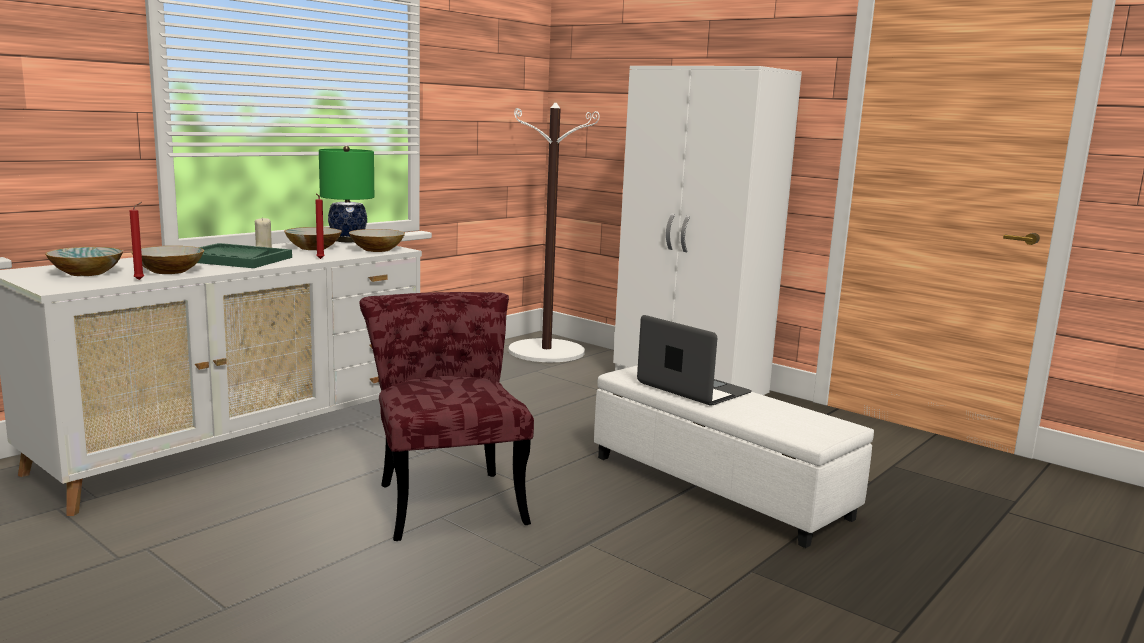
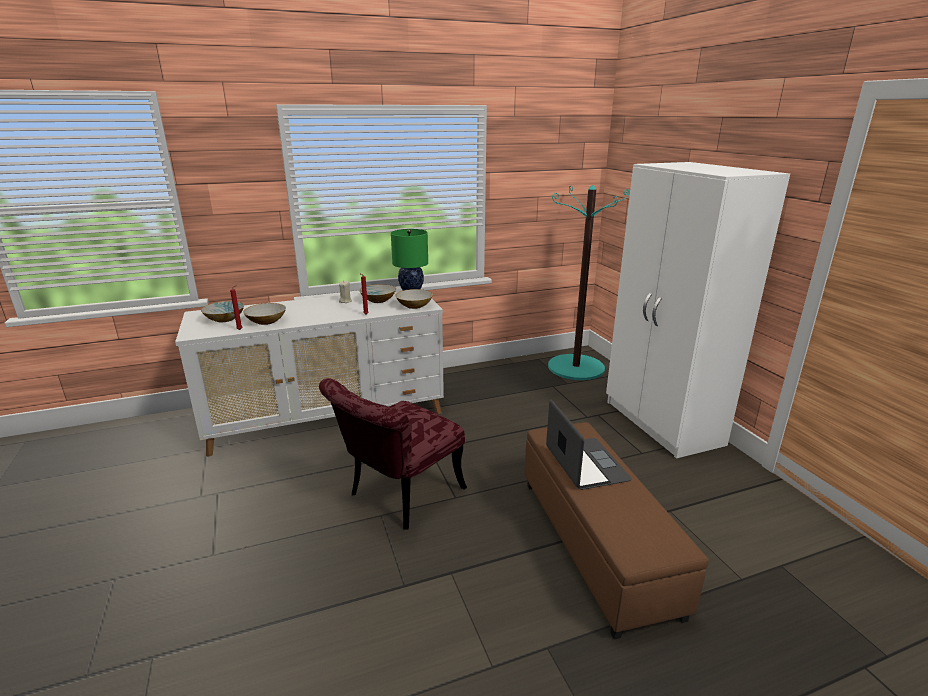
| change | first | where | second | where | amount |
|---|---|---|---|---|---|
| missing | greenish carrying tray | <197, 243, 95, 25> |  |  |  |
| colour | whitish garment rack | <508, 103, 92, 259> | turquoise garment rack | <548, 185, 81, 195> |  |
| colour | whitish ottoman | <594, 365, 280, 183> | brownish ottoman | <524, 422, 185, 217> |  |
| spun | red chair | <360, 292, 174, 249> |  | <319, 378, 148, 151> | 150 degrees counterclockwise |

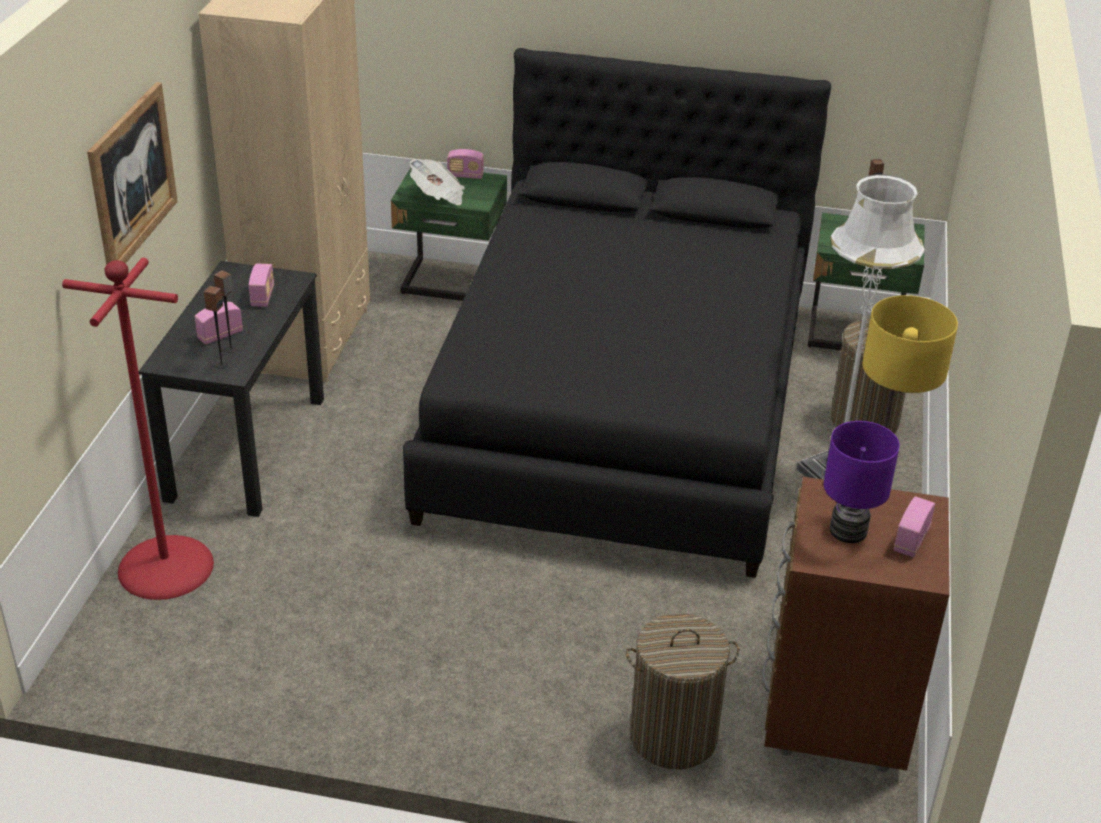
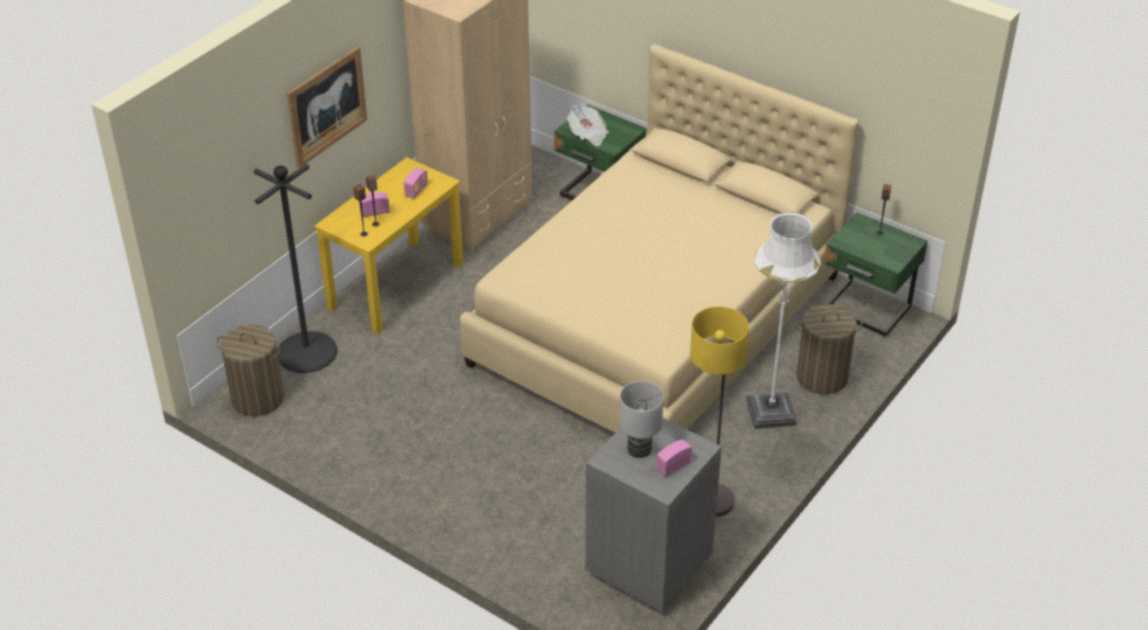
| change | first | where | second | where | amount |
|---|---|---|---|---|---|
| missing | radio | <447, 149, 37, 30> |  |  |  |
| relocated | washing basket | <626, 613, 114, 156> |  | <216, 325, 68, 92> |  |
| colour | red garment rack | <62, 258, 152, 342> | black garment rack | <254, 164, 84, 209> |  |
| colour | black desk table | <139, 261, 185, 256> | yellow-coloured desk table | <314, 157, 149, 178> |  |
| colour | black sleeping bed | <403, 48, 428, 530> | beige sleeping bed | <460, 44, 399, 389> |  |
| colour | brownish dresser | <762, 477, 188, 295> | gray dresser | <585, 409, 137, 204> |  |
| colour | purple-coloured lamp for a table | <824, 421, 76, 122> | gray lamp for a table | <620, 381, 44, 77> |  |

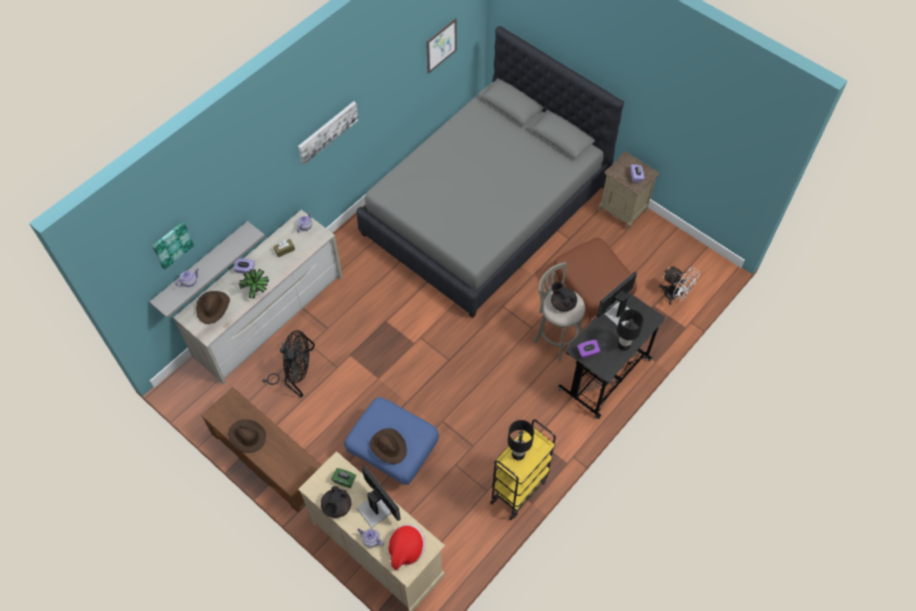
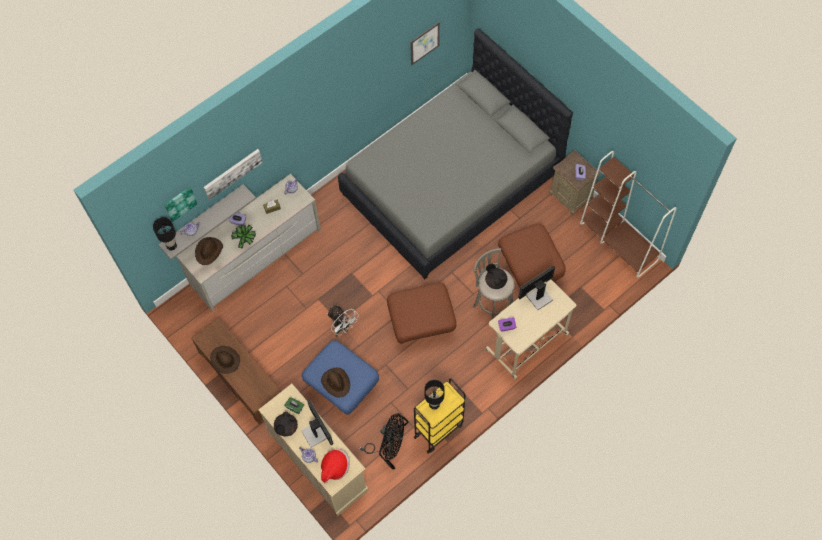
| change | first | where | second | where | amount |
|---|---|---|---|---|---|
| appeared |  |  | brownish ottoman | <387, 283, 69, 61> |  |
| appeared |  |  | brownish garment rack | <580, 151, 97, 127> |  |
| relocated | black fan | <262, 330, 53, 68> |  | <360, 413, 48, 57> |  |
| relocated | picture | <298, 101, 60, 64> |  | <204, 149, 59, 51> |  |
| relocated | black lamp for a table | <617, 309, 27, 42> |  | <153, 217, 24, 33> |  |
| relocated | whitish fan | <659, 266, 41, 39> |  | <327, 305, 32, 32> |  |
| colour | black desk table | <559, 293, 106, 126> | beige desk table | <486, 279, 90, 100> |  |

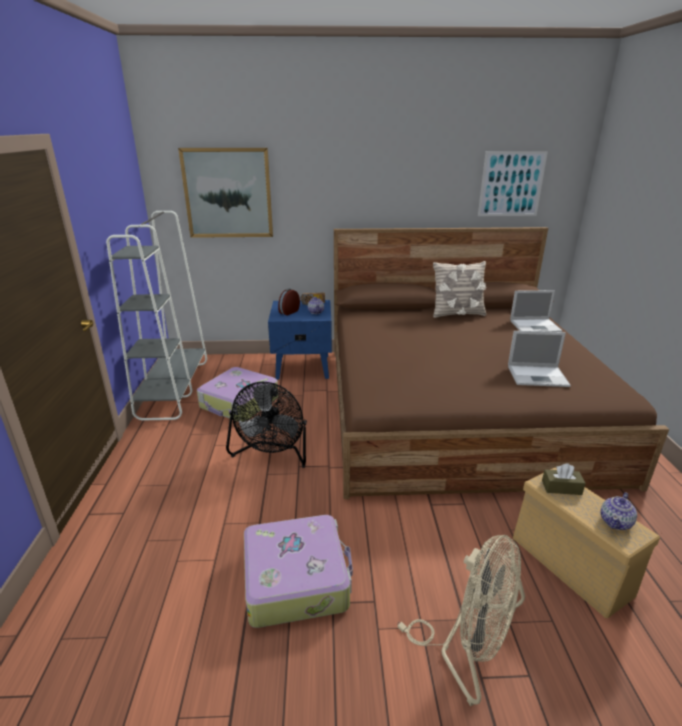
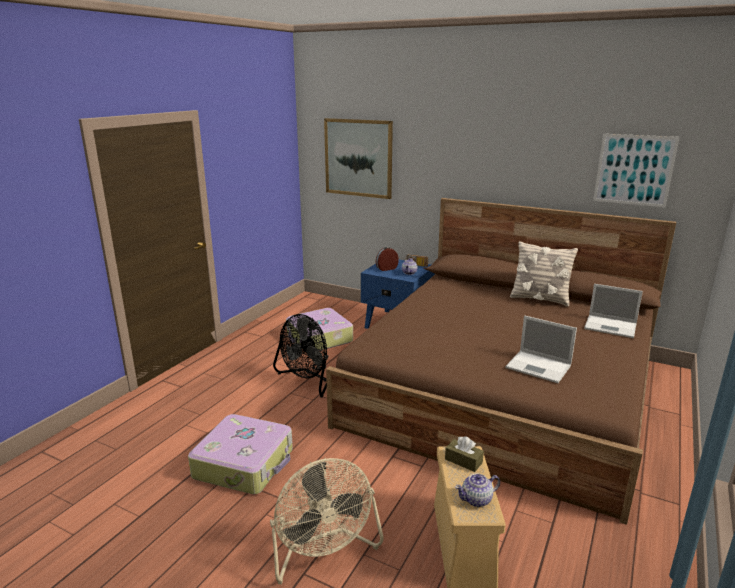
| change | first | where | second | where | amount |
|---|---|---|---|---|---|
| missing | gray garment rack | <106, 211, 101, 209> |  |  |  |

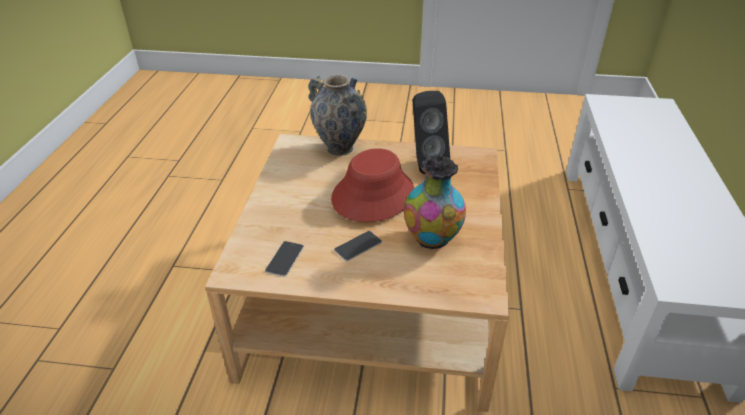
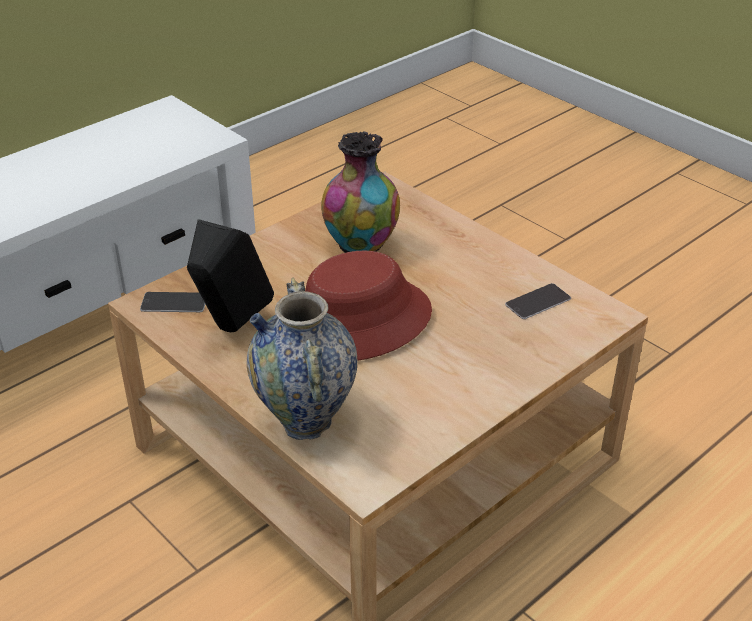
| change | first | where | second | where | amount |
|---|---|---|---|---|---|
| relocated | phone | <334, 231, 48, 30> |  | <140, 292, 65, 20> |  |

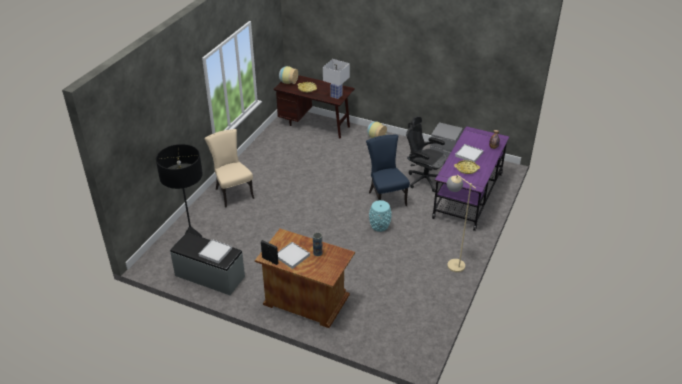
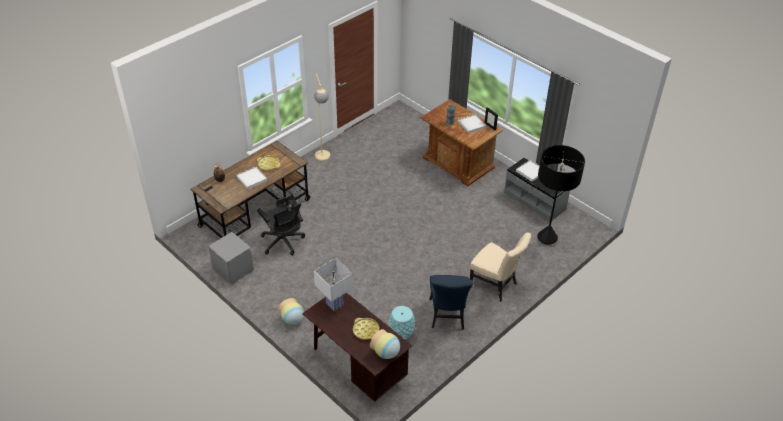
| change | first | where | second | where | amount |
|---|---|---|---|---|---|
| relocated | blue chair | <366, 135, 44, 71> |  | <429, 275, 45, 55> |  |
| relocated | turquoise sitting stool | <369, 200, 23, 32> |  | <389, 306, 26, 34> |  |
| colour | purple-coloured desk table | <432, 126, 77, 105> | brownish desk table | <191, 141, 119, 97> |  |
| spun | beige chair | <205, 129, 49, 79> |  | <470, 233, 61, 69> | 45 degrees counterclockwise |

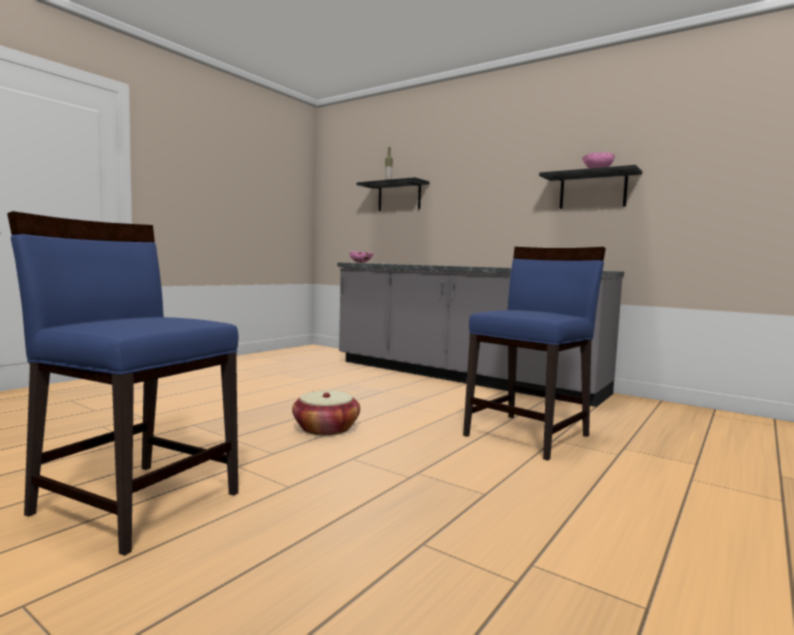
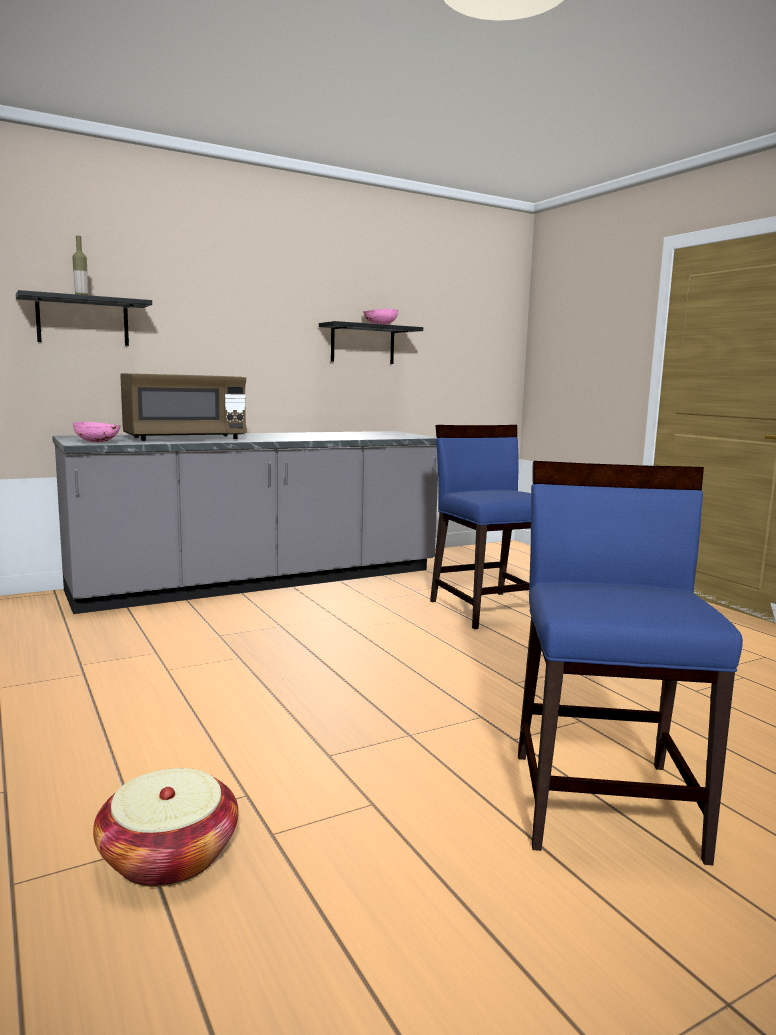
| change | first | where | second | where | amount |
|---|---|---|---|---|---|
| appeared |  |  | brownish microwave | <120, 373, 127, 68> |  |
| relocated | household basket | <292, 390, 68, 46> |  | <93, 768, 145, 119> |  |
| spun | blue chair | <7, 211, 231, 345> |  | <518, 461, 225, 404> | 135 degrees clockwise |

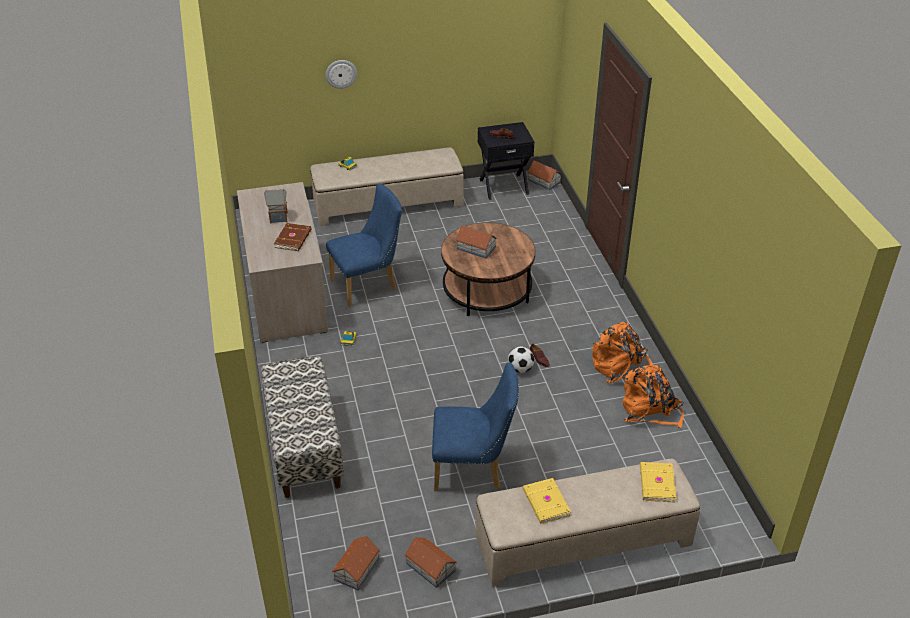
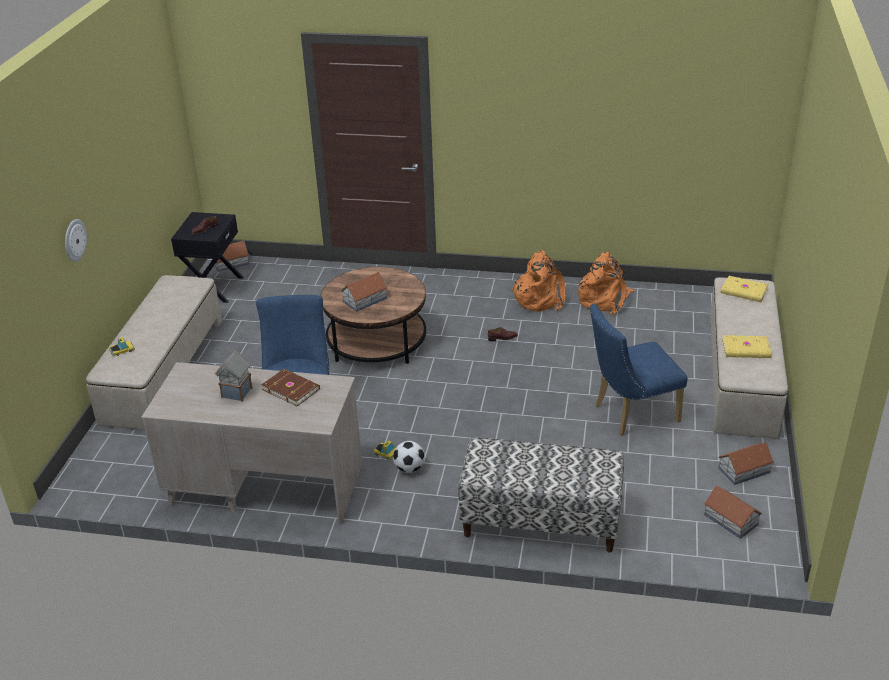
| change | first | where | second | where | amount |
|---|---|---|---|---|---|
| relocated | football | <508, 347, 26, 26> |  | <393, 441, 32, 32> |  |
| spun | blue chair | <432, 362, 87, 129> |  | <590, 303, 98, 133> | 135 degrees counterclockwise |

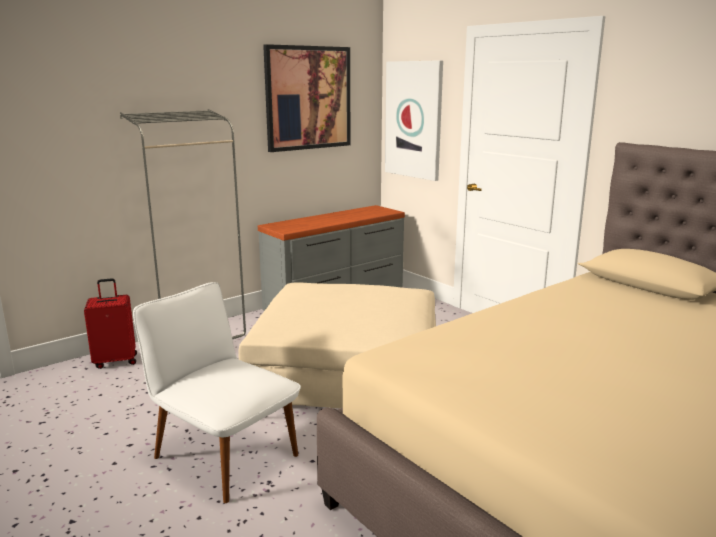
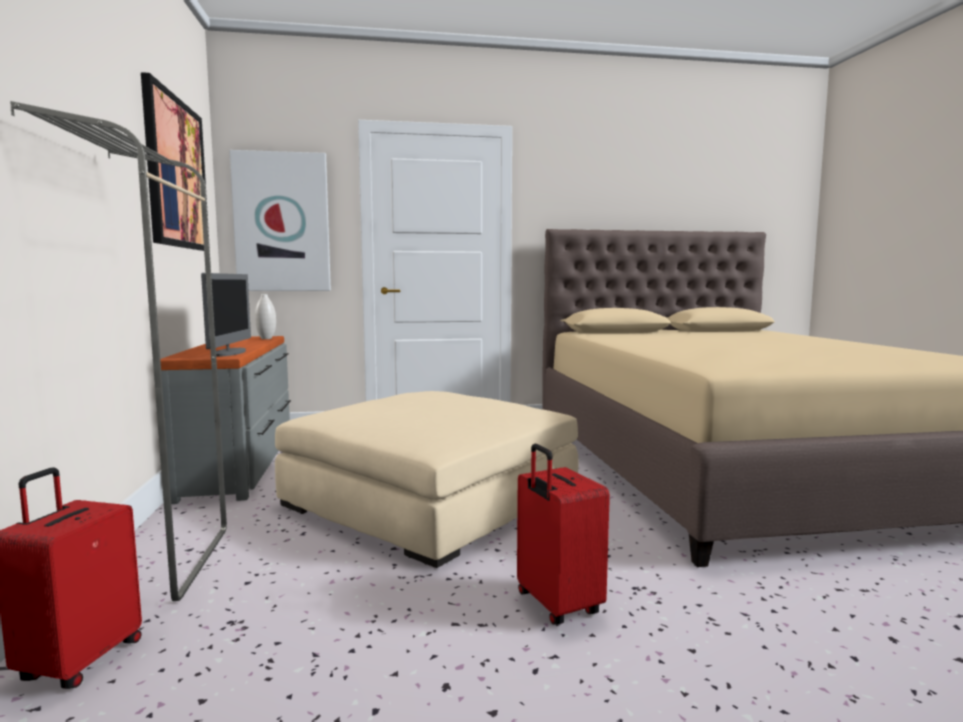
| change | first | where | second | where | amount |
|---|---|---|---|---|---|
| appeared |  |  | monitor | <201, 273, 50, 83> |  |
| appeared |  |  | whitish vase | <255, 294, 21, 45> |  |
| exchanged | whitish chair | <133, 282, 168, 221> | red travel case | <517, 444, 93, 181> |  |

